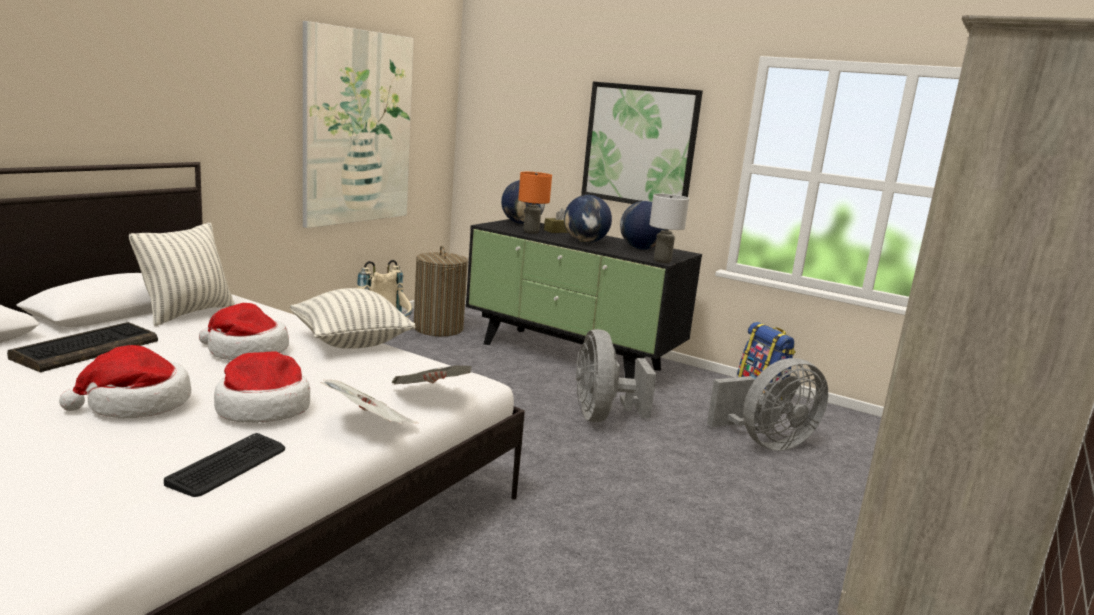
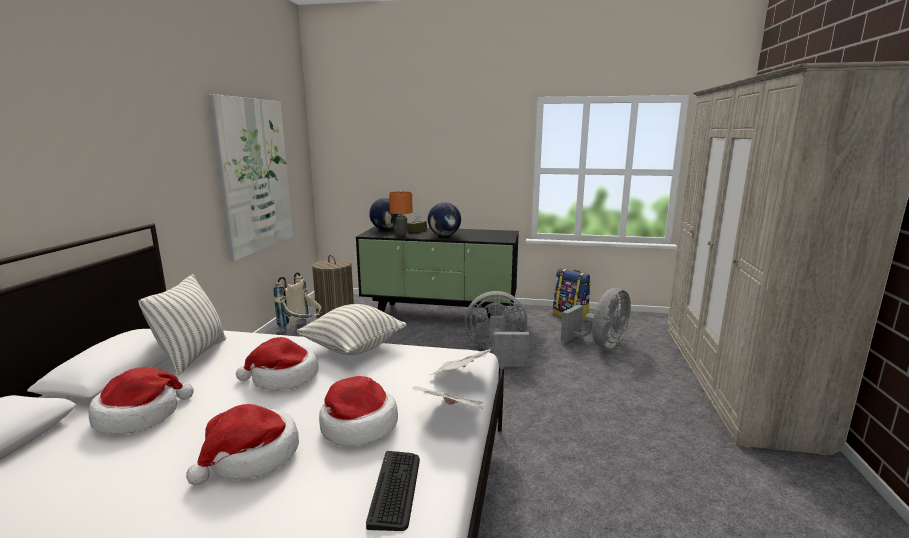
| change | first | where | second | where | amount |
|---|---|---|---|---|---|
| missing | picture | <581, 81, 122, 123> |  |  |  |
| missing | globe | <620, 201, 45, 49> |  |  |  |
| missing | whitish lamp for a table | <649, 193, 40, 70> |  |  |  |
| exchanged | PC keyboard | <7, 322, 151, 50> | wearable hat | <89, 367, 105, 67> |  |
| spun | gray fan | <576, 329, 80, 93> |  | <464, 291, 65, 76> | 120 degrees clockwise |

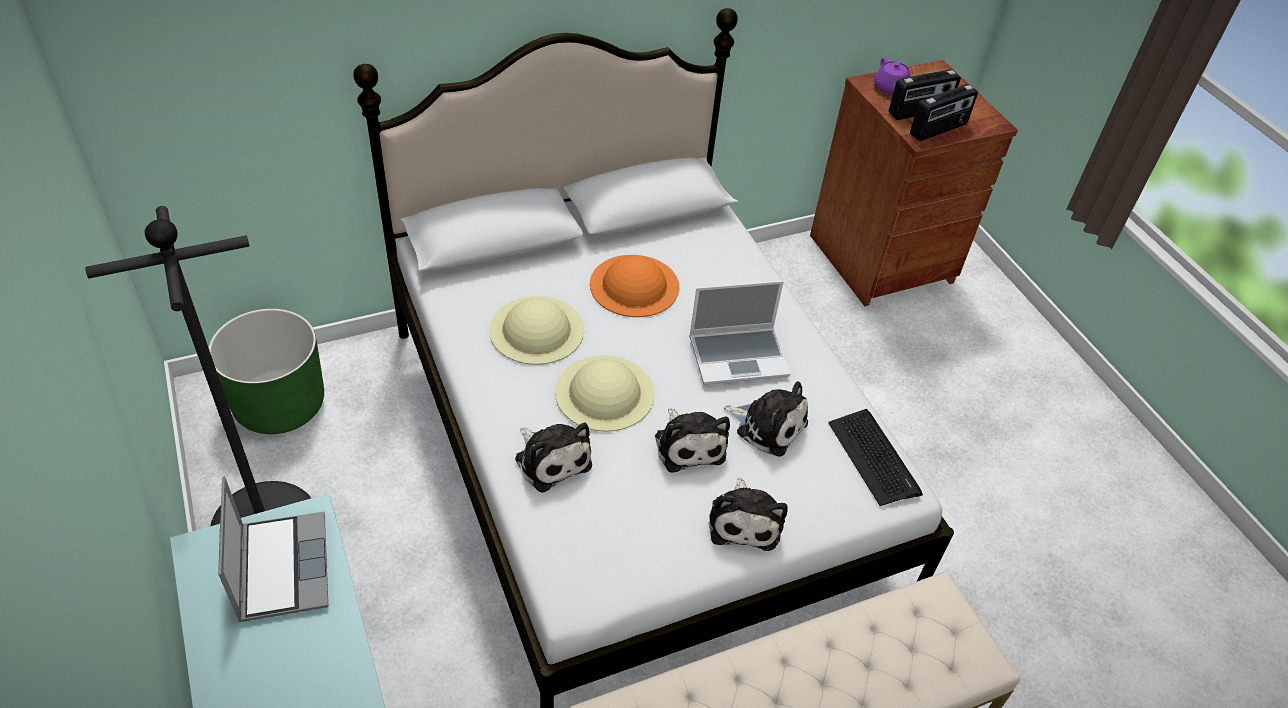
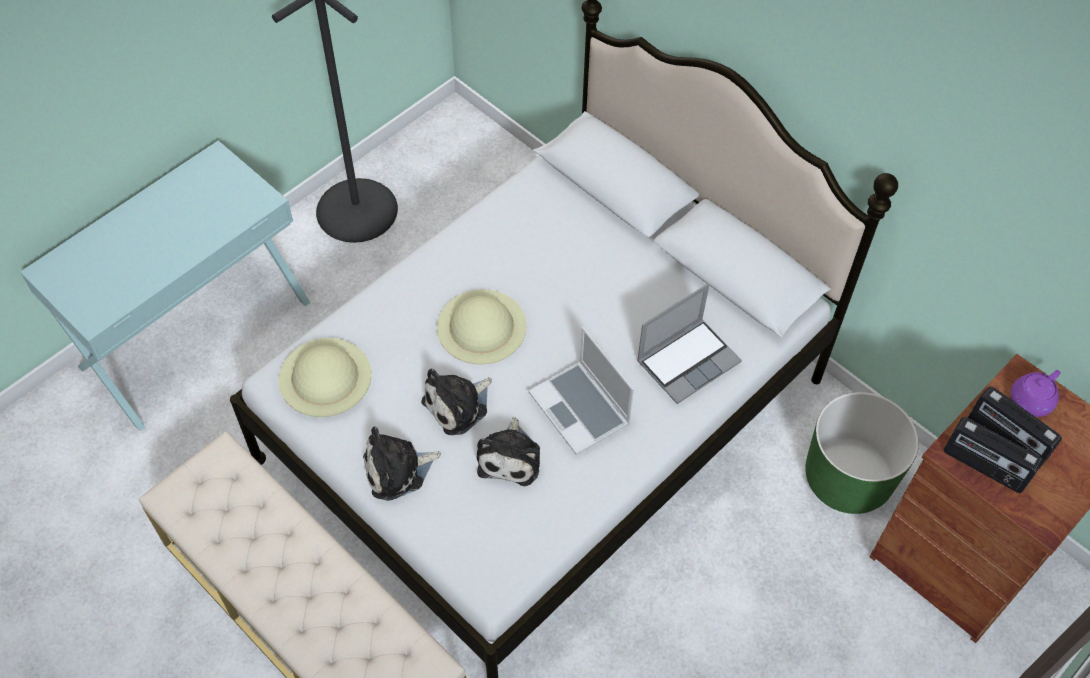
| change | first | where | second | where | amount |
|---|---|---|---|---|---|
| missing | soft toy | <515, 423, 77, 70> |  |  |  |
| missing | orange-coloured wearable hat | <590, 255, 89, 62> |  |  |  |
| missing | PC keyboard | <828, 409, 95, 97> |  |  |  |
| relocated | greenish planter | <209, 309, 115, 125> |  | <805, 392, 114, 122> |  |
| relocated | laptop | <218, 476, 111, 146> |  | <637, 283, 105, 121> |  |
| relocated | beige wearable hat | <489, 296, 95, 69> |  | <279, 338, 92, 79> |  |

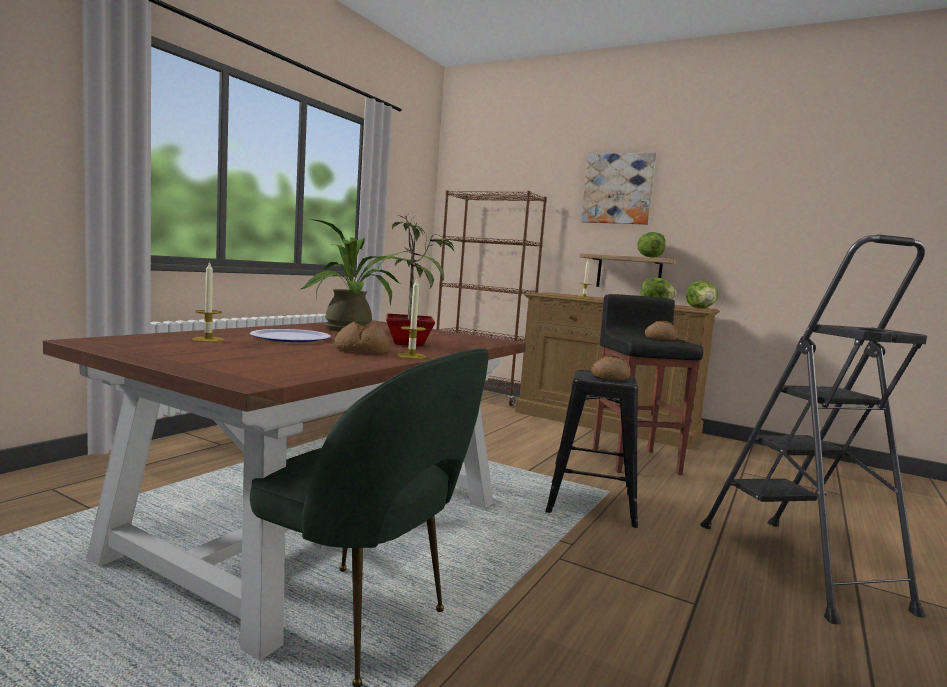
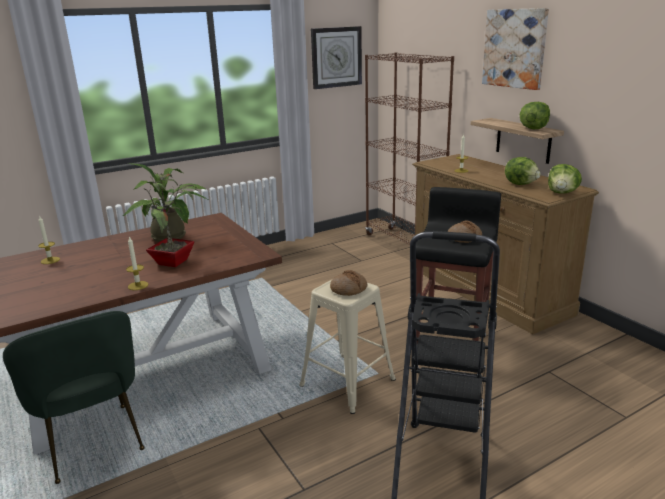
| change | first | where | second | where | amount |
|---|---|---|---|---|---|
| missing | flat dish | <250, 329, 81, 13> |  |  |  |
| missing | bread | <334, 322, 56, 31> |  |  |  |
| appeared |  |  | hanging clock | <311, 26, 51, 63> |  |
| colour | black sitting stool | <545, 370, 93, 158> | beige sitting stool | <299, 280, 97, 134> |  |

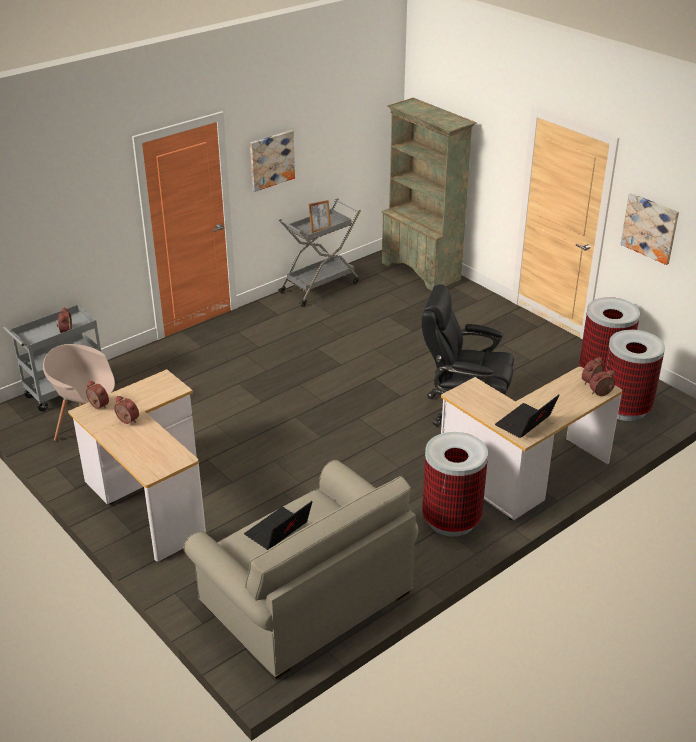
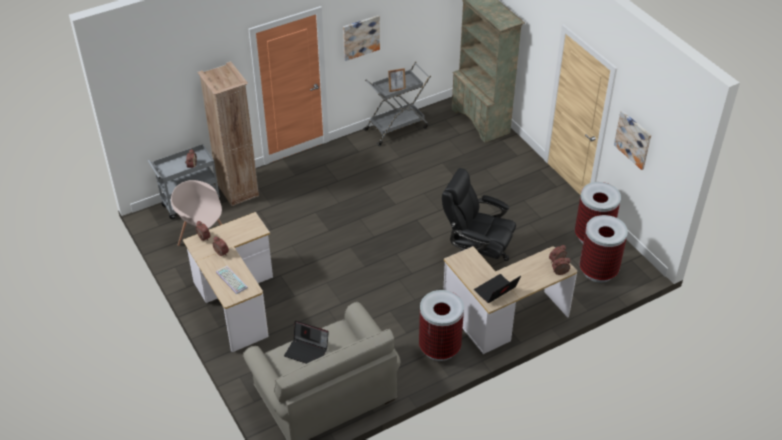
| change | first | where | second | where | amount |
|---|---|---|---|---|---|
| appeared |  |  | brownish cabinet | <197, 61, 62, 145> |  |
| appeared |  |  | PC keyboard | <216, 266, 32, 28> |  |
| spun | laptop | <244, 501, 68, 49> |  | <284, 321, 45, 43> | 120 degrees counterclockwise |

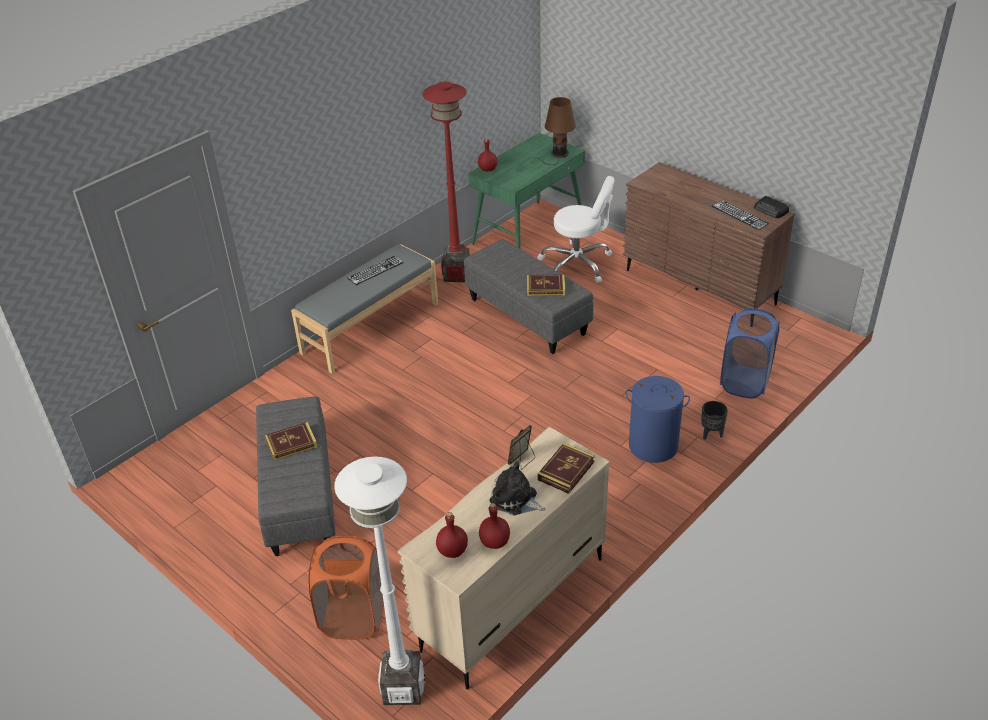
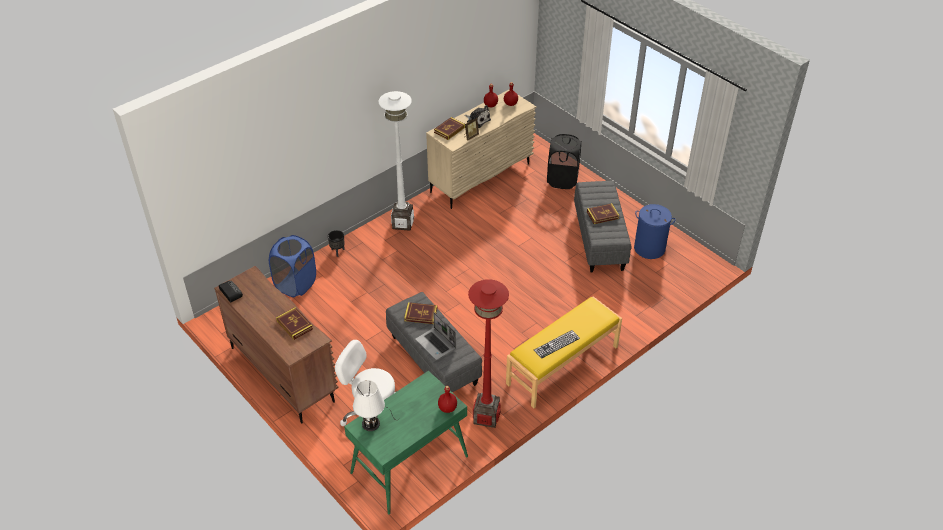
| change | first | where | second | where | amount |
|---|---|---|---|---|---|
| missing | PC keyboard | <712, 200, 57, 30> |  |  |  |
| appeared |  |  | volume | <276, 307, 37, 33> |  |
| appeared |  |  | laptop | <415, 312, 41, 48> |  |
| relocated | whitish floor lamp | <334, 456, 91, 249> |  | <378, 91, 36, 140> |  |
| relocated | blue washing basket | <625, 376, 65, 87> |  | <634, 204, 42, 55> |  |
| colour | gray bench | <291, 244, 147, 130> | yellow-coloured bench | <506, 296, 116, 112> |  |
| colour | orange-coloured washing basket | <308, 536, 76, 104> | black washing basket | <547, 134, 34, 55> |  |
| colour | brownish lamp for a table | <534, 97, 42, 68> | whitish lamp for a table | <353, 380, 47, 51> |  |

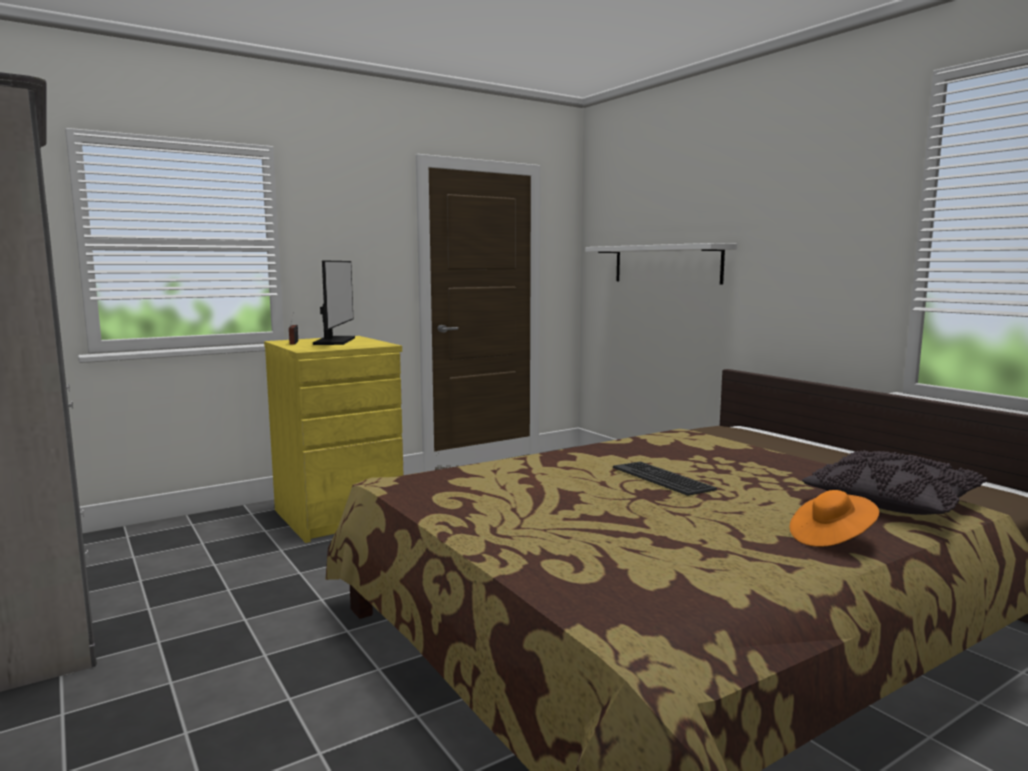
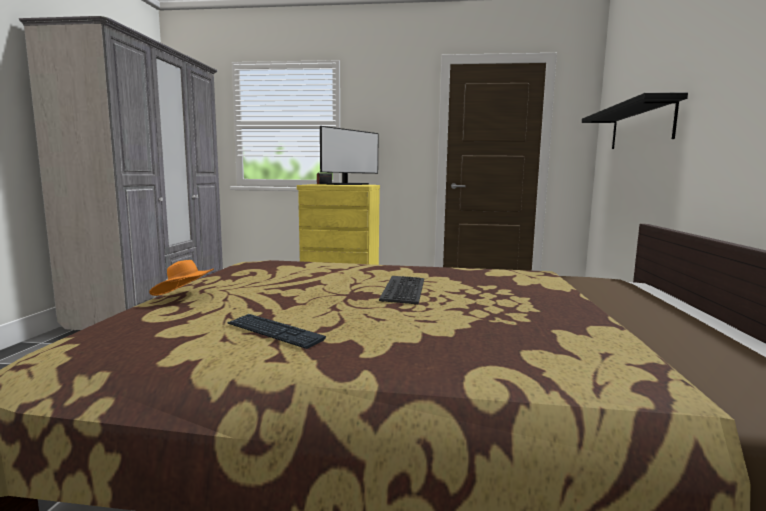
| change | first | where | second | where | amount |
|---|---|---|---|---|---|
| missing | black throw pillow | <802, 450, 185, 65> |  |  |  |
| appeared |  |  | PC keyboard | <227, 314, 99, 35> |  |
| relocated | orange-coloured wearable hat | <789, 490, 90, 57> |  | <149, 260, 65, 36> |  |
| colour | whitish bracket shelf | <585, 243, 152, 42> | black bracket shelf | <582, 92, 106, 57> |  |

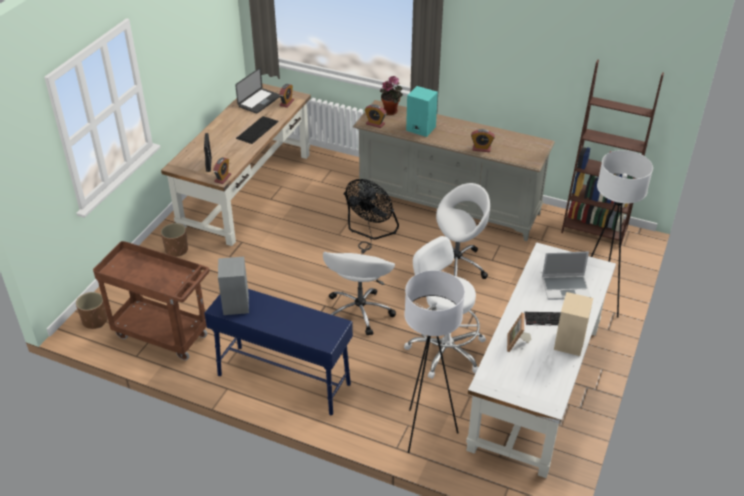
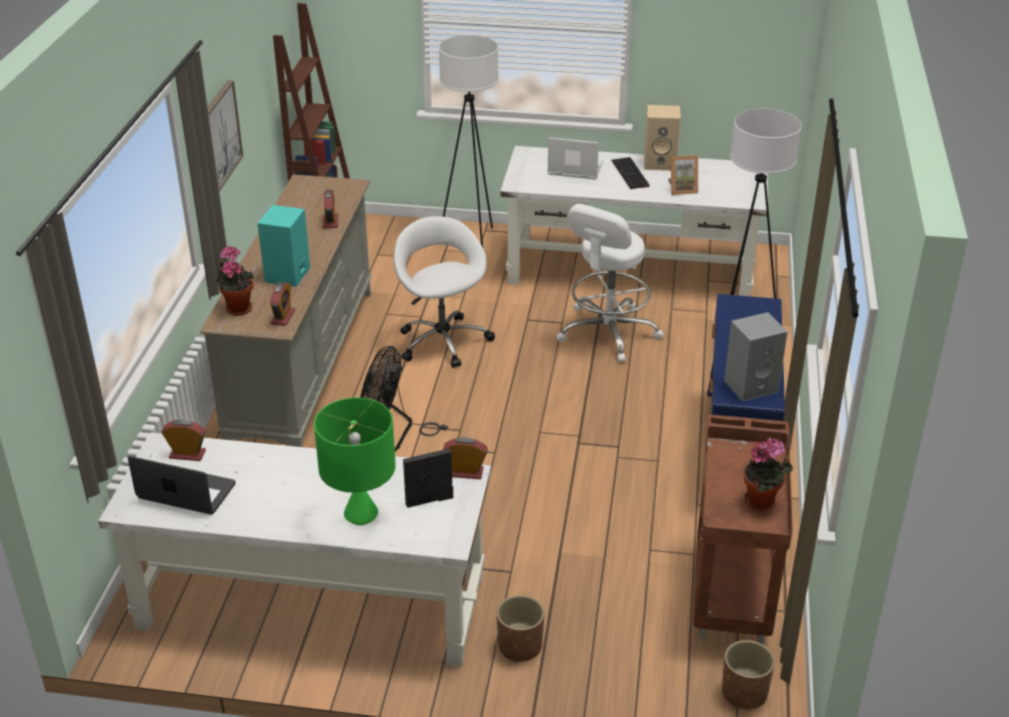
| change | first | where | second | where | amount |
|---|---|---|---|---|---|
| missing | PC keyboard | <236, 116, 43, 28> |  |  |  |
| missing | whitish computer chair | <323, 252, 73, 83> |  |  |  |
| appeared |  |  | picture | <207, 80, 36, 112> |  |
| appeared |  |  | greenish lamp for a table | <314, 398, 82, 127> |  |
| appeared |  |  | plant in a pot | <744, 438, 49, 73> |  |
| colour | brownish desk table | <161, 83, 150, 163> | whitish desk table | <98, 432, 393, 235> |  |
| spun | laptop | <542, 252, 49, 48> |  | <547, 137, 56, 42> | 60 degrees counterclockwise |

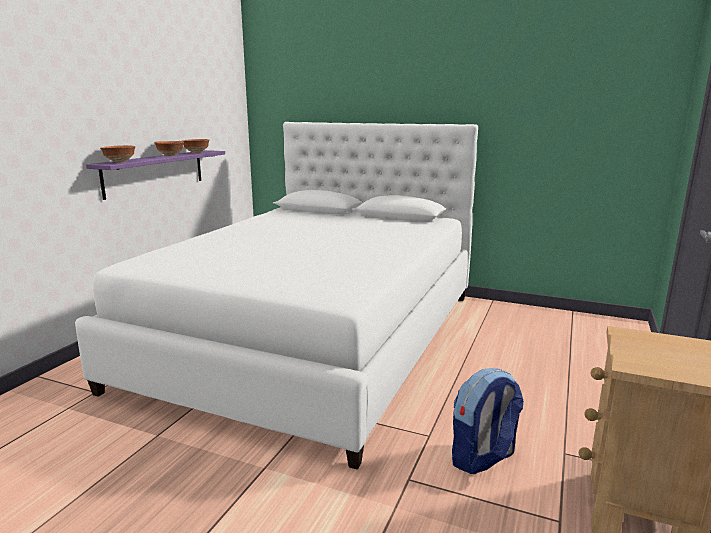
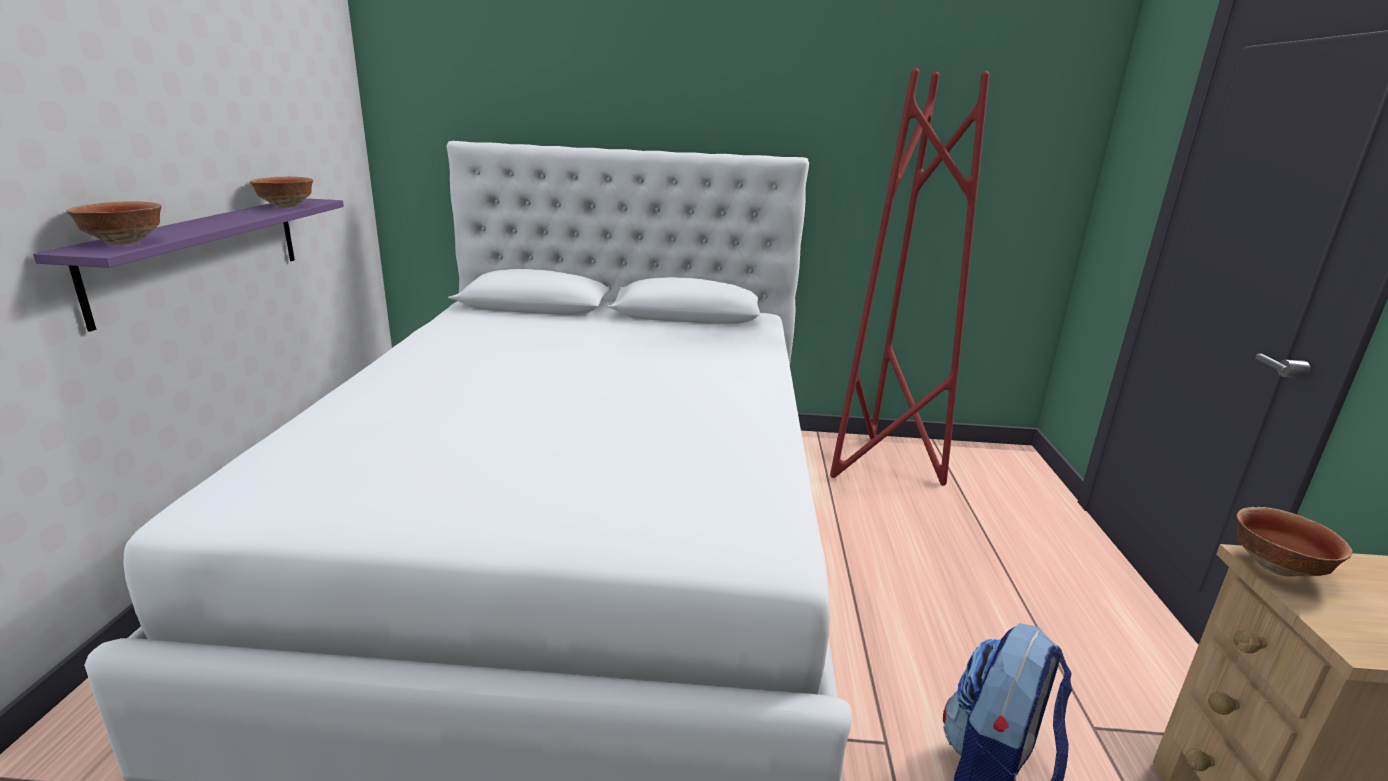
| change | first | where | second | where | amount |
|---|---|---|---|---|---|
| appeared |  |  | red garment rack | <830, 68, 159, 417> |  |
| relocated | serving bowl | <154, 141, 30, 15> |  | <1236, 507, 116, 70> |  |

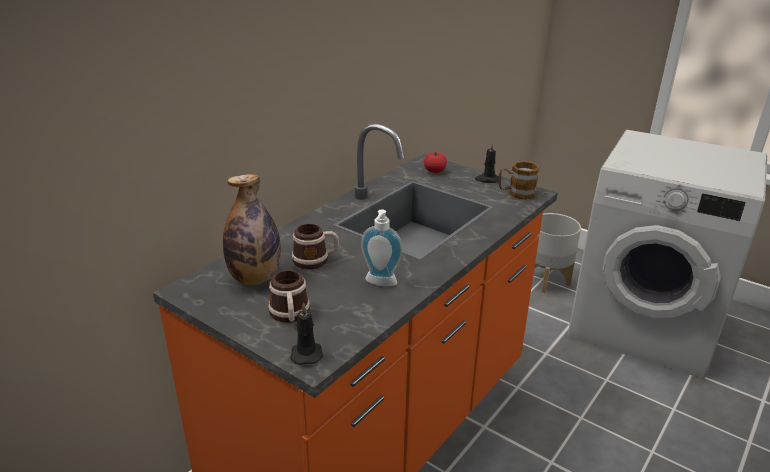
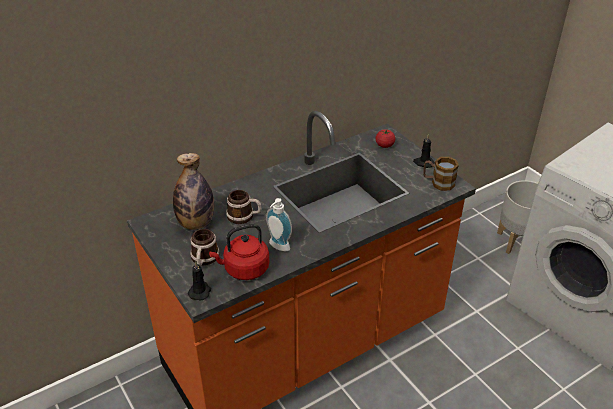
| change | first | where | second | where | amount |
|---|---|---|---|---|---|
| appeared |  |  | red kettle | <209, 224, 60, 56> |  |

